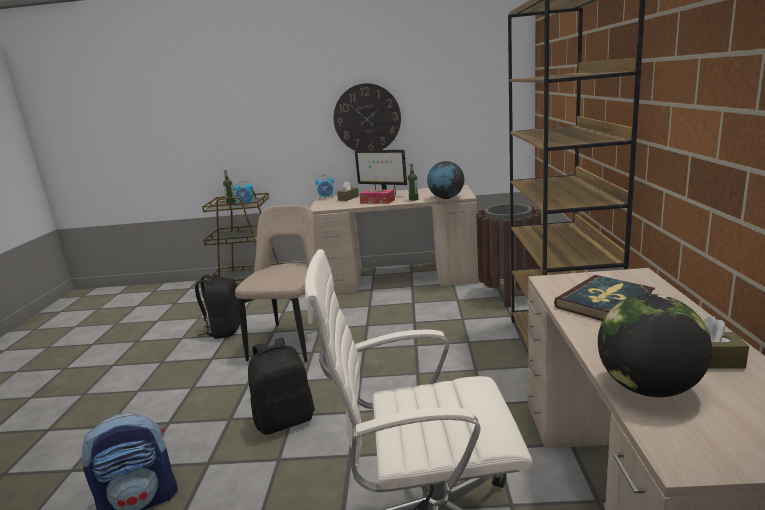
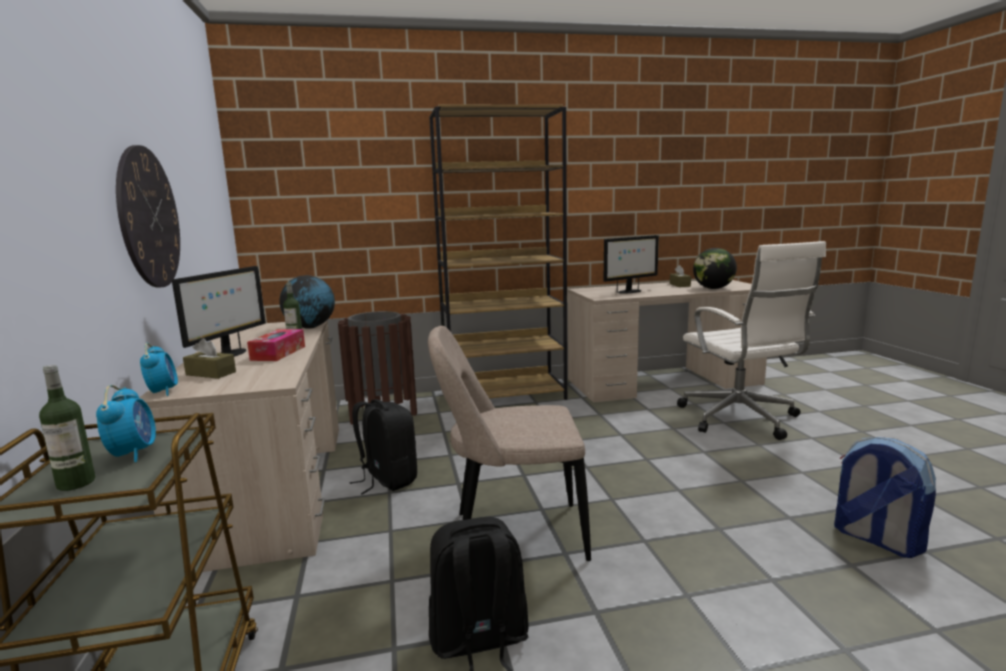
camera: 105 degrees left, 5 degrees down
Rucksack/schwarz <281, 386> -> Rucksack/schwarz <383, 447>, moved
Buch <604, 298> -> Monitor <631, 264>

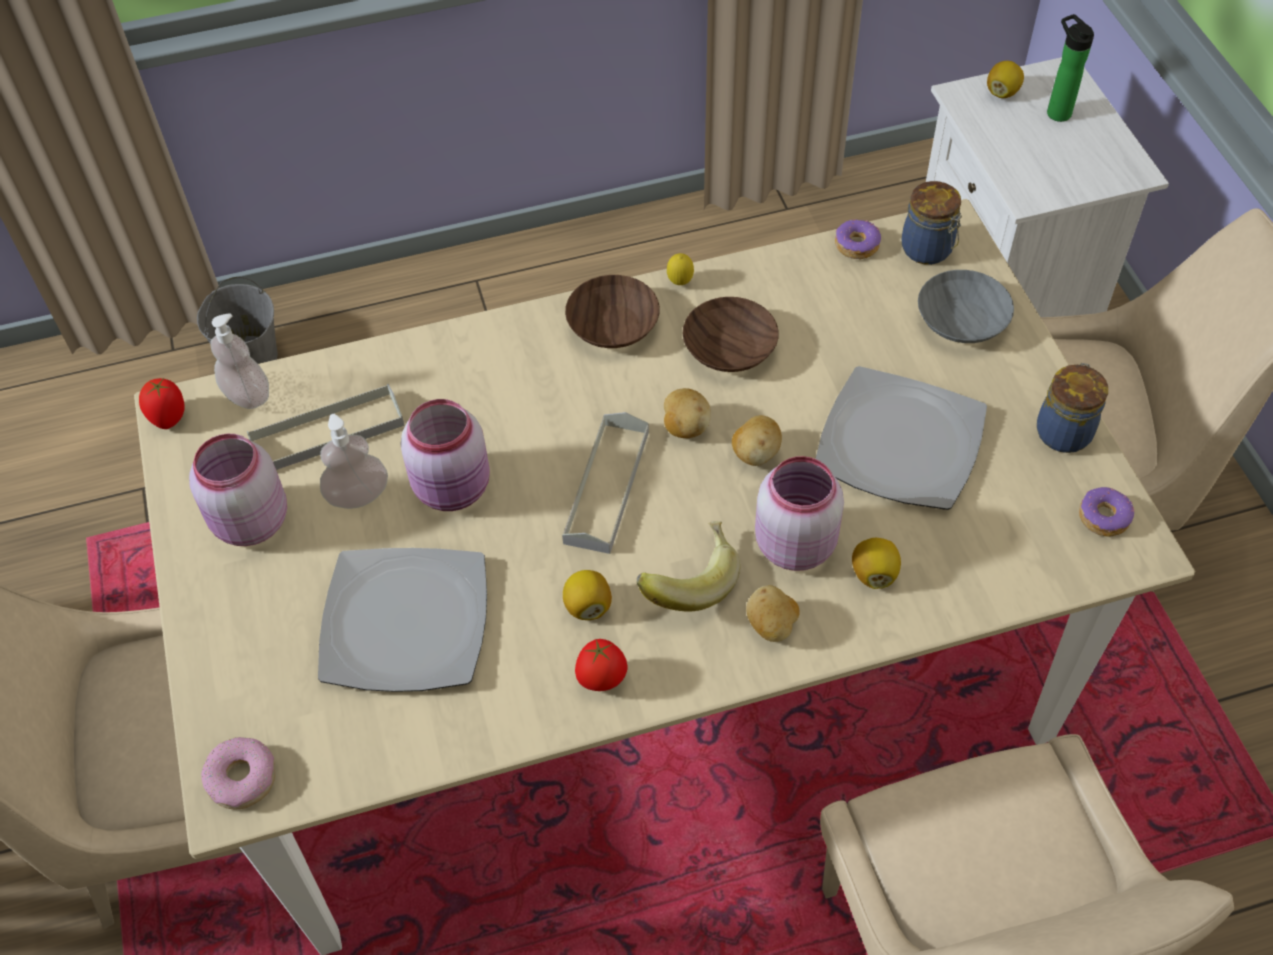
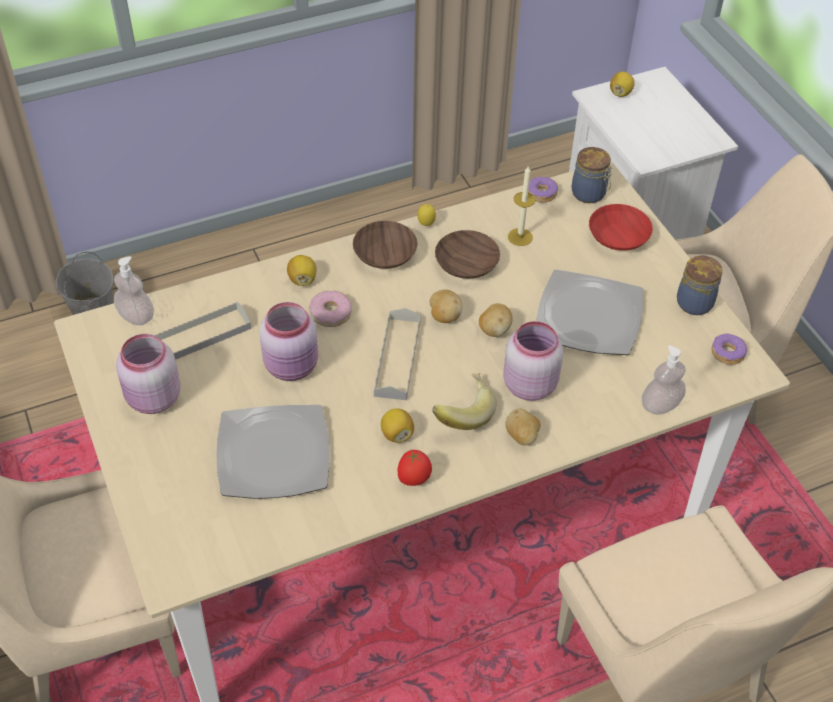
camera: 10 degrees left, 5 degrees down
Tomate <162, 403> -> none
Donut <238, 773> -> Donut <330, 309>, moved
Seifenspender <354, 461> -> Seifenspender <664, 380>, moved
Zitrone <876, 563> -> Zitrone <302, 270>, moved
Schüssel/grau <966, 306> -> Schüssel/rot <621, 227>
Flasche <1070, 68> -> none
none -> Kerze <522, 205>

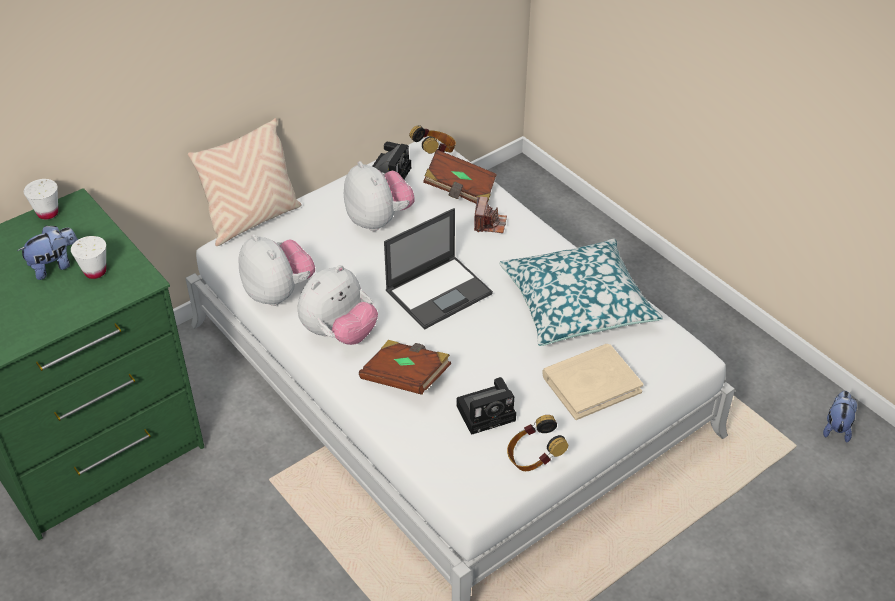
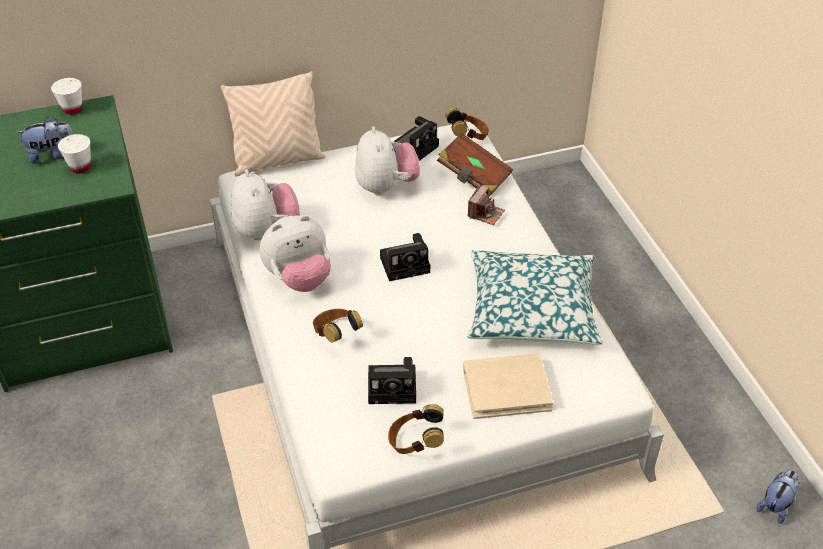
camera: 20 degrees right, 0 degrees up
Buch/braun <405, 367> -> Kopfhörer <338, 325>
Laptop <438, 268> -> Kamera <405, 257>

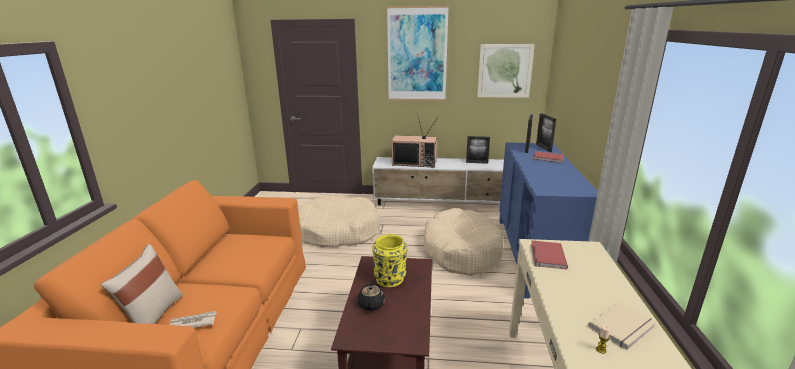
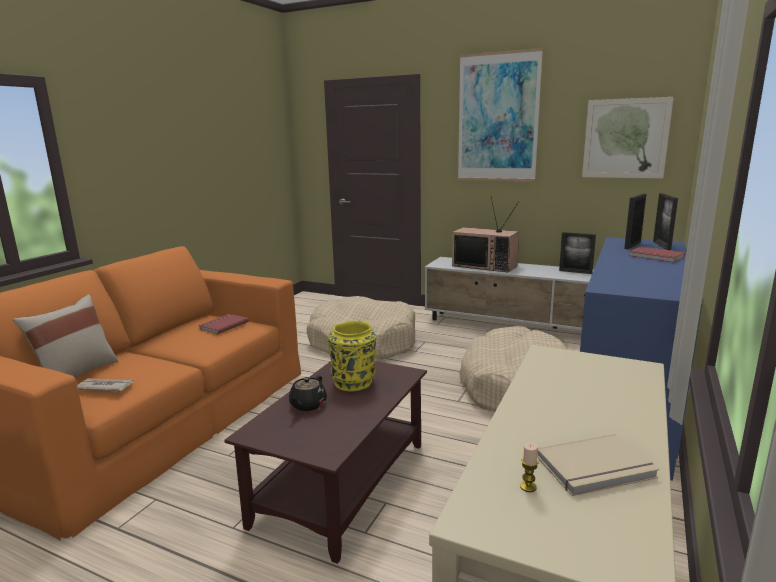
camera: 20 degrees right, 5 degrees down
Buch/rot <549, 254> -> Buch/rot <223, 324>, moved

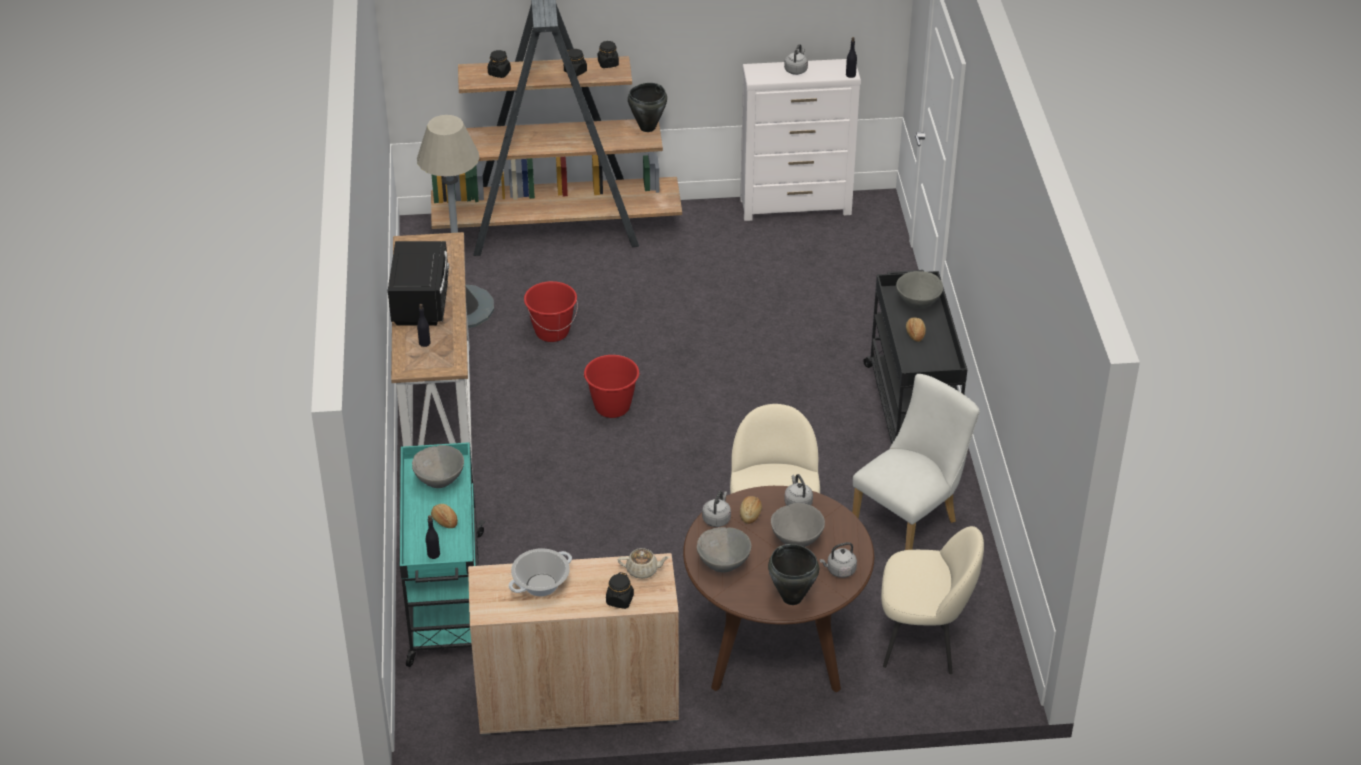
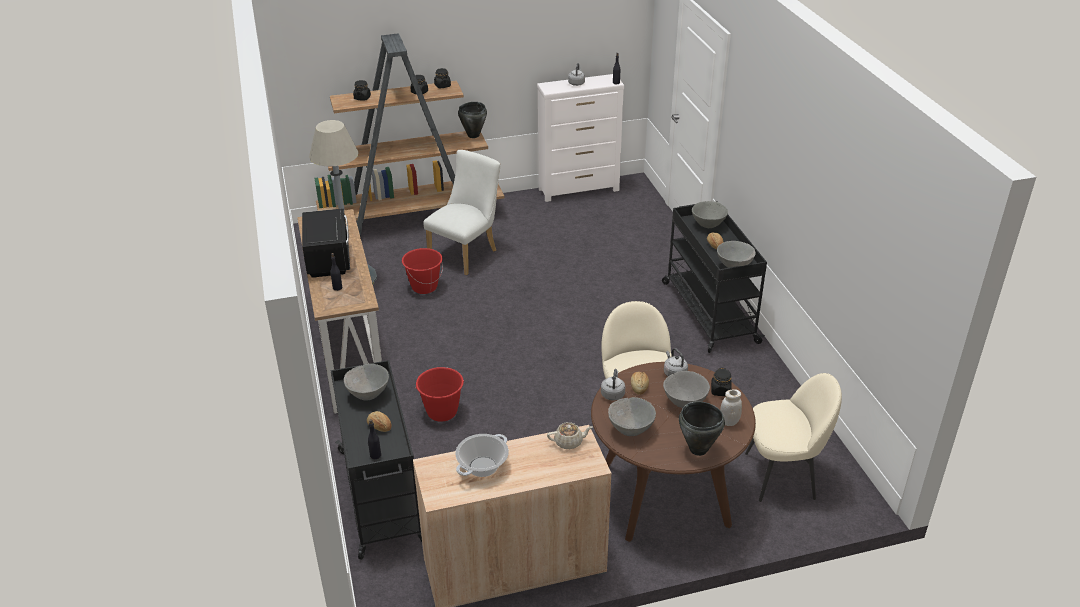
camera: 10 degrees left, 5 degrees down
Rollwagen/türkis <442, 554> -> Rollwagen/schwarz <376, 460>
Eimer/rot <612, 386> -> Eimer/rot <439, 394>, moved
Vorratsglas/schwarz <620, 590> -> Vorratsglas/schwarz <721, 382>, moved
Wasserkessel/grau <838, 560> -> Vorratsglas/weiß <731, 407>
Stuhl/weiß <916, 462> -> Stuhl/weiß <461, 212>, moved
none -> Schüssel/grau <736, 254>

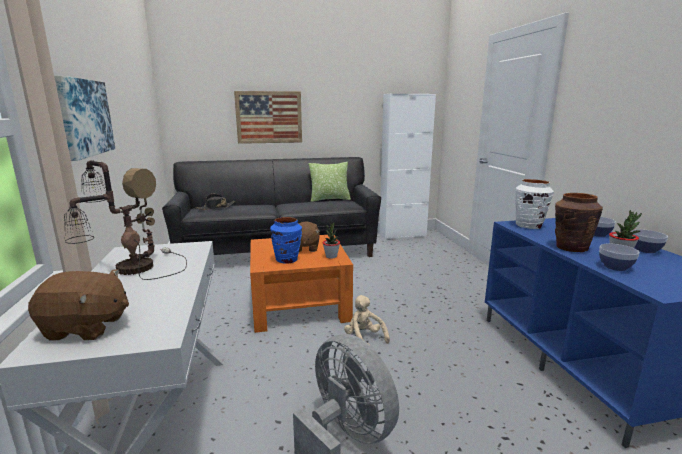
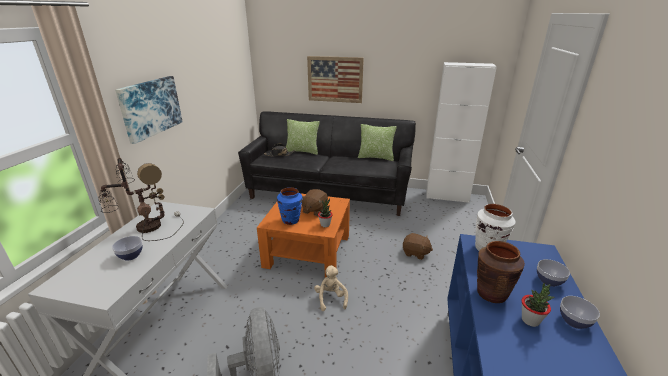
camera: 25 degrees right, 10 degrees up
Plüschtier/braun <78, 305> -> Plüschtier/braun <418, 246>, moved
Schüssel <619, 257> -> Schüssel <127, 248>, moved
none -> Kissen <303, 137>

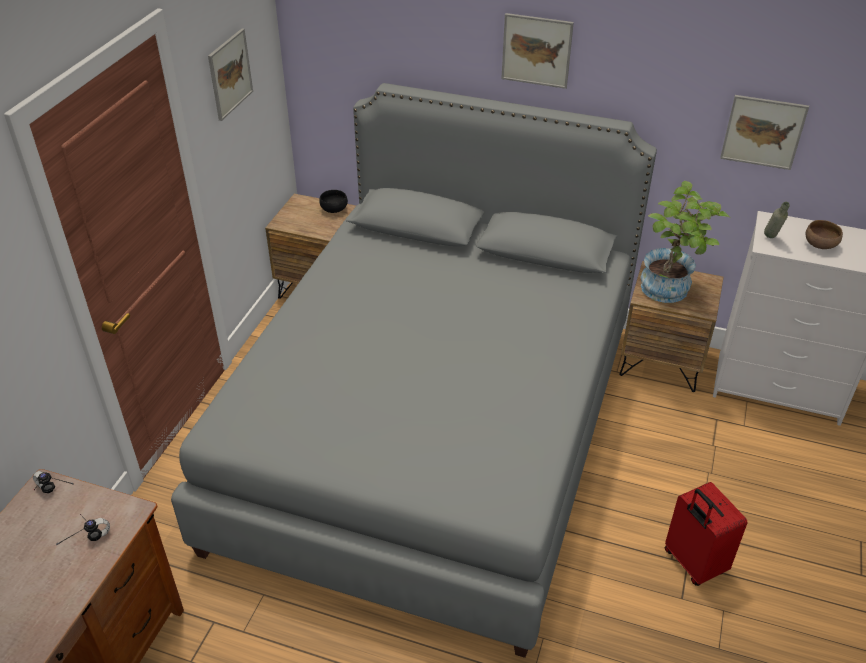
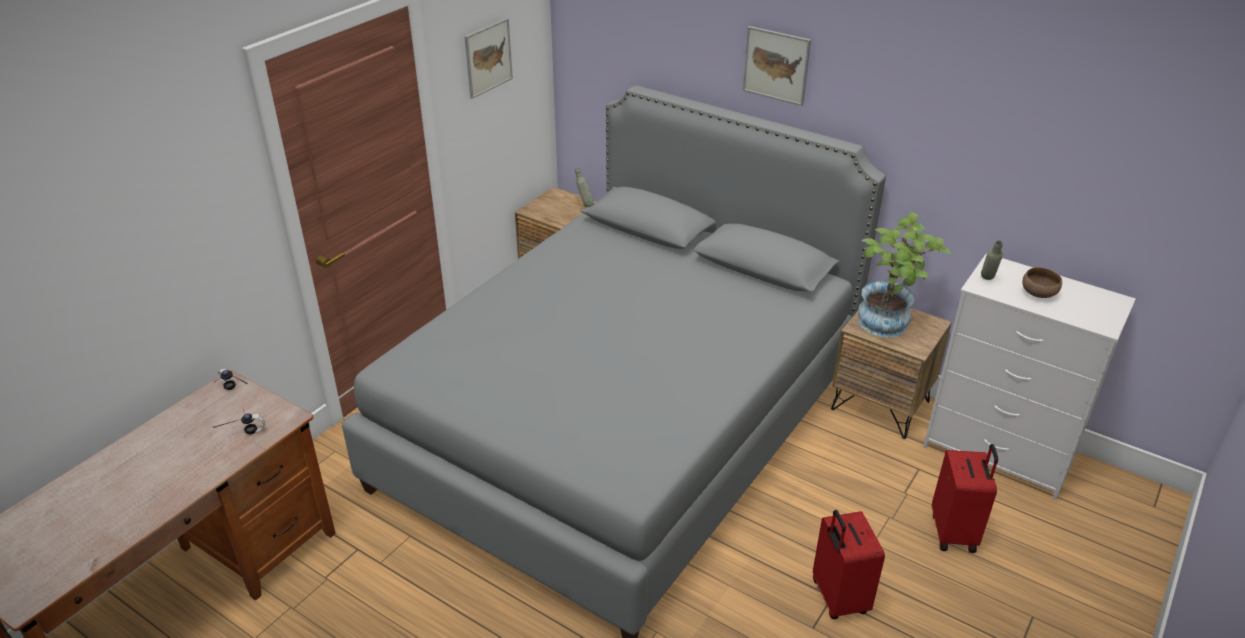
camera: 15 degrees right, 5 degrees down
Schüssel/schwarz <333, 201> -> Flasche/grau <584, 187>
Bild <764, 132> -> none
none -> Koffer/rot <965, 498>

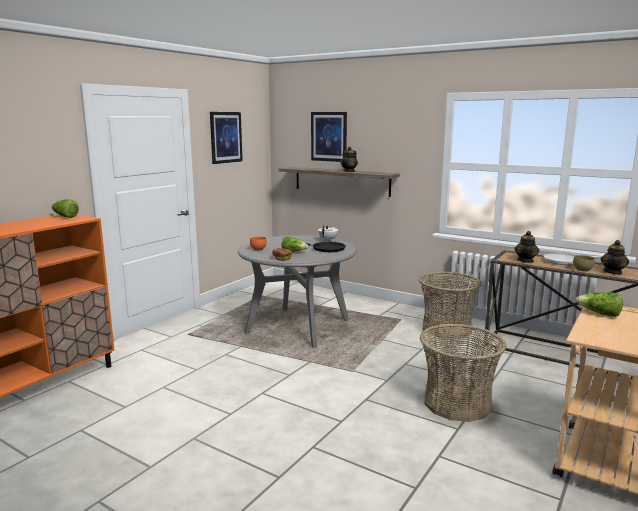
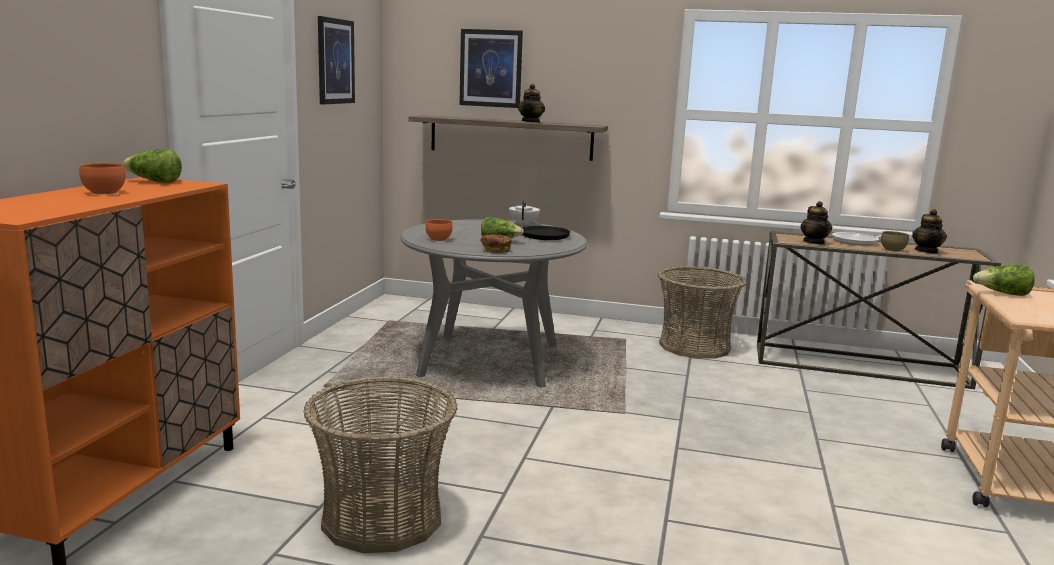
camera: 20 degrees left, 0 degrees up
Korb <463, 373> -> Korb <380, 464>, moved
none -> Schüssel/orange <102, 178>

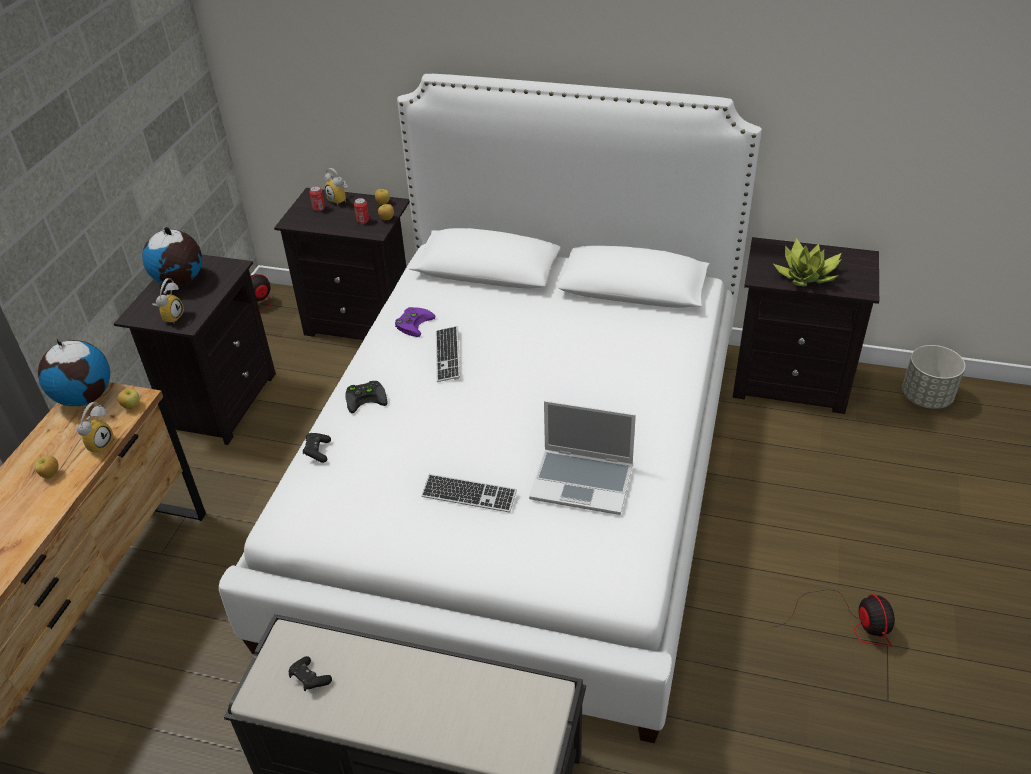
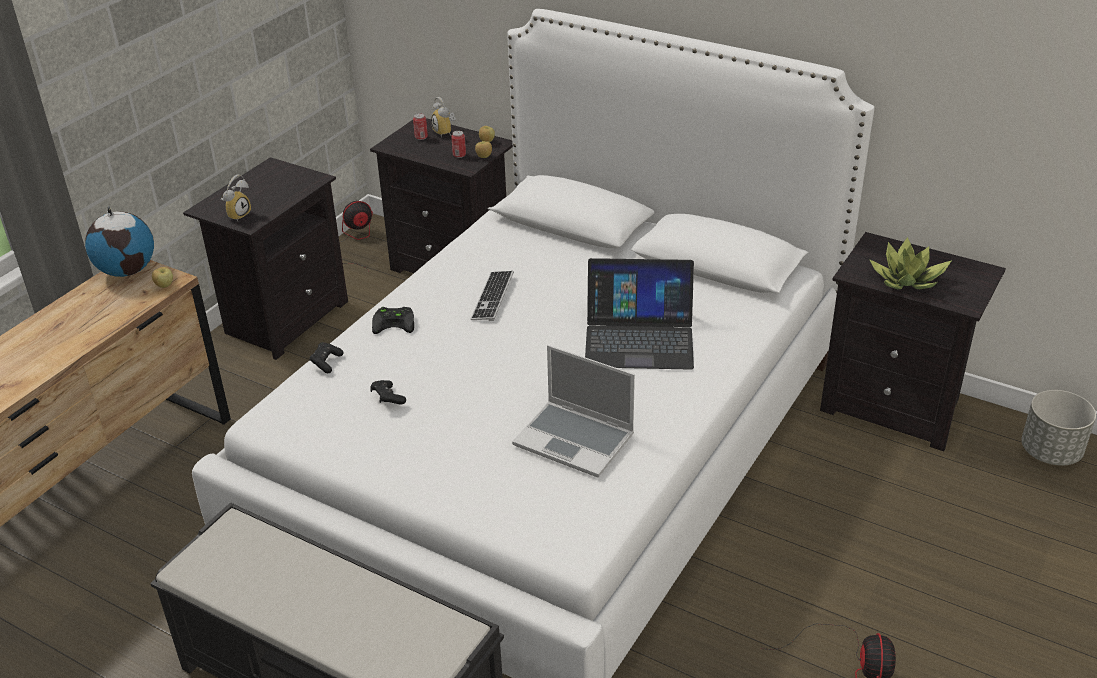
camera: 15 degrees right, 5 degrees down
Apfel <47, 467> -> none
Wecker <94, 428> -> none
Globus <172, 256> -> none
Gamepad/schwarz <310, 673> -> Gamepad/schwarz <388, 392>, moved
Gamepad/lila <415, 322> -> none
Tastatur <469, 493> -> none
none -> Laptop <639, 314>

